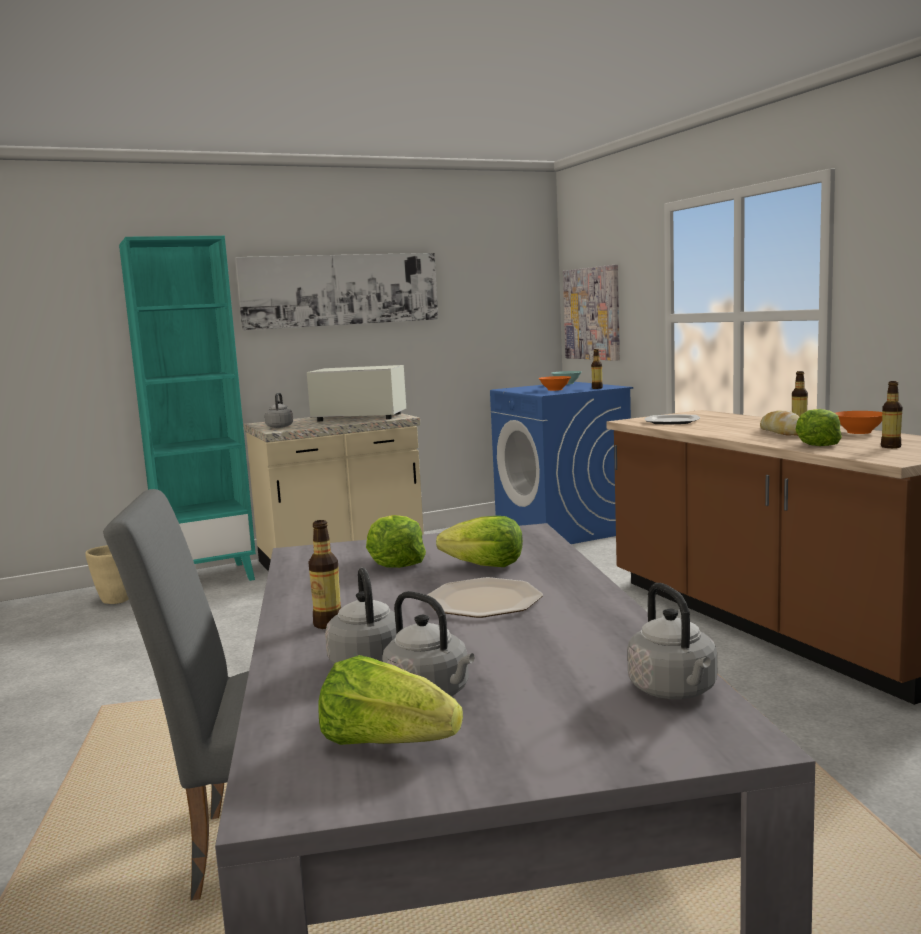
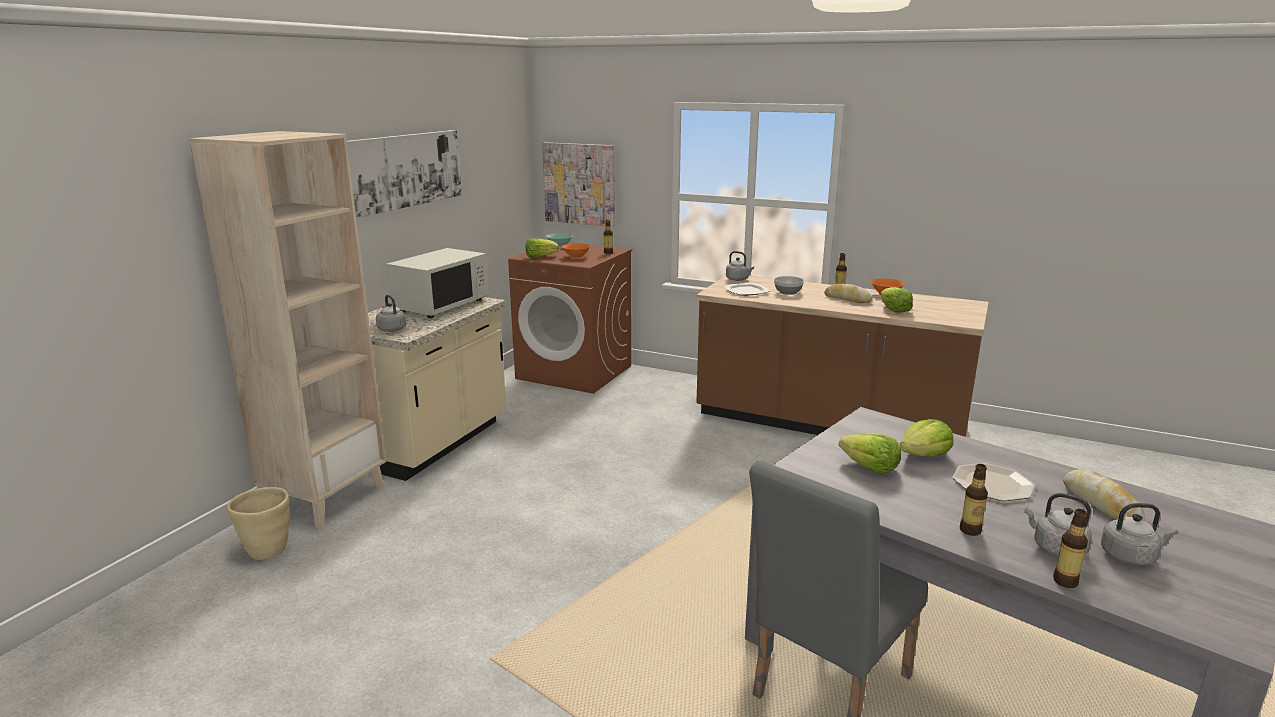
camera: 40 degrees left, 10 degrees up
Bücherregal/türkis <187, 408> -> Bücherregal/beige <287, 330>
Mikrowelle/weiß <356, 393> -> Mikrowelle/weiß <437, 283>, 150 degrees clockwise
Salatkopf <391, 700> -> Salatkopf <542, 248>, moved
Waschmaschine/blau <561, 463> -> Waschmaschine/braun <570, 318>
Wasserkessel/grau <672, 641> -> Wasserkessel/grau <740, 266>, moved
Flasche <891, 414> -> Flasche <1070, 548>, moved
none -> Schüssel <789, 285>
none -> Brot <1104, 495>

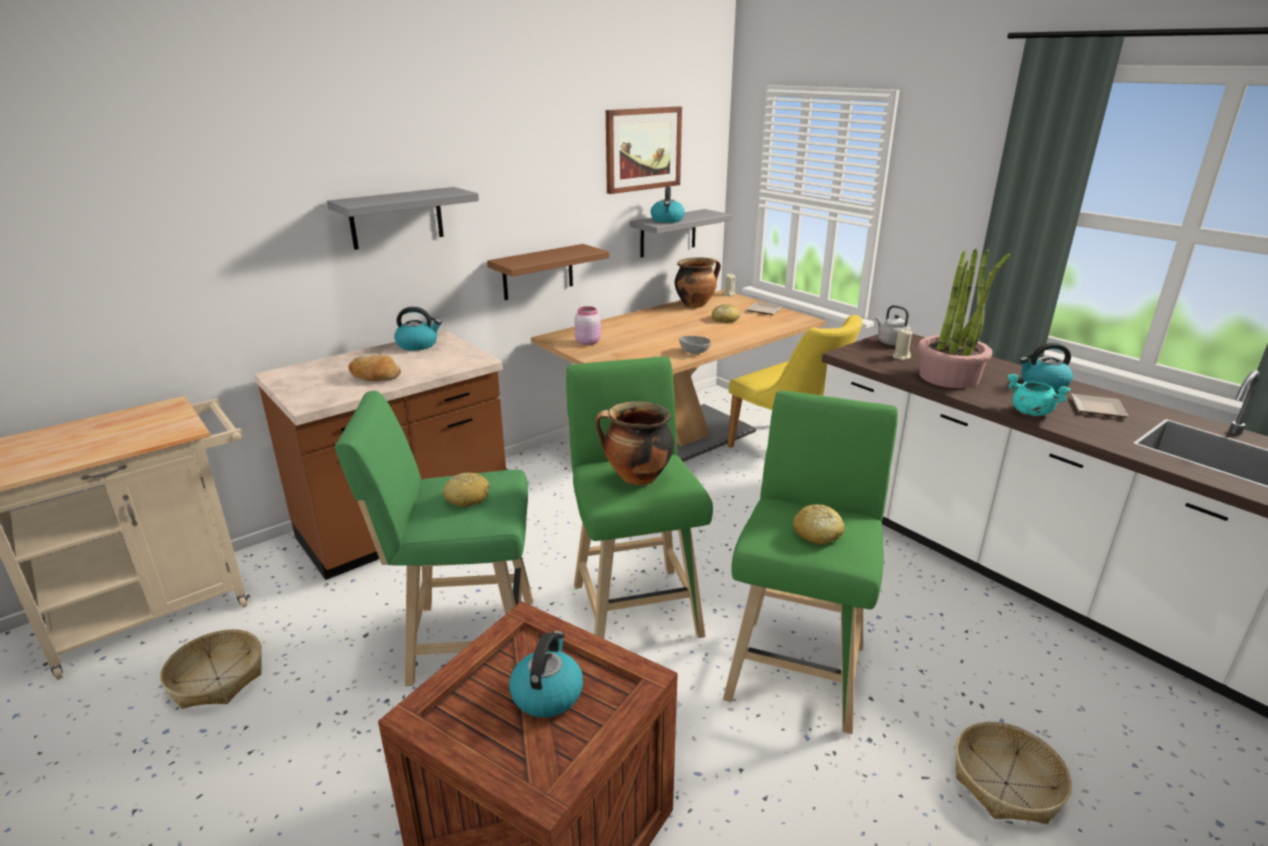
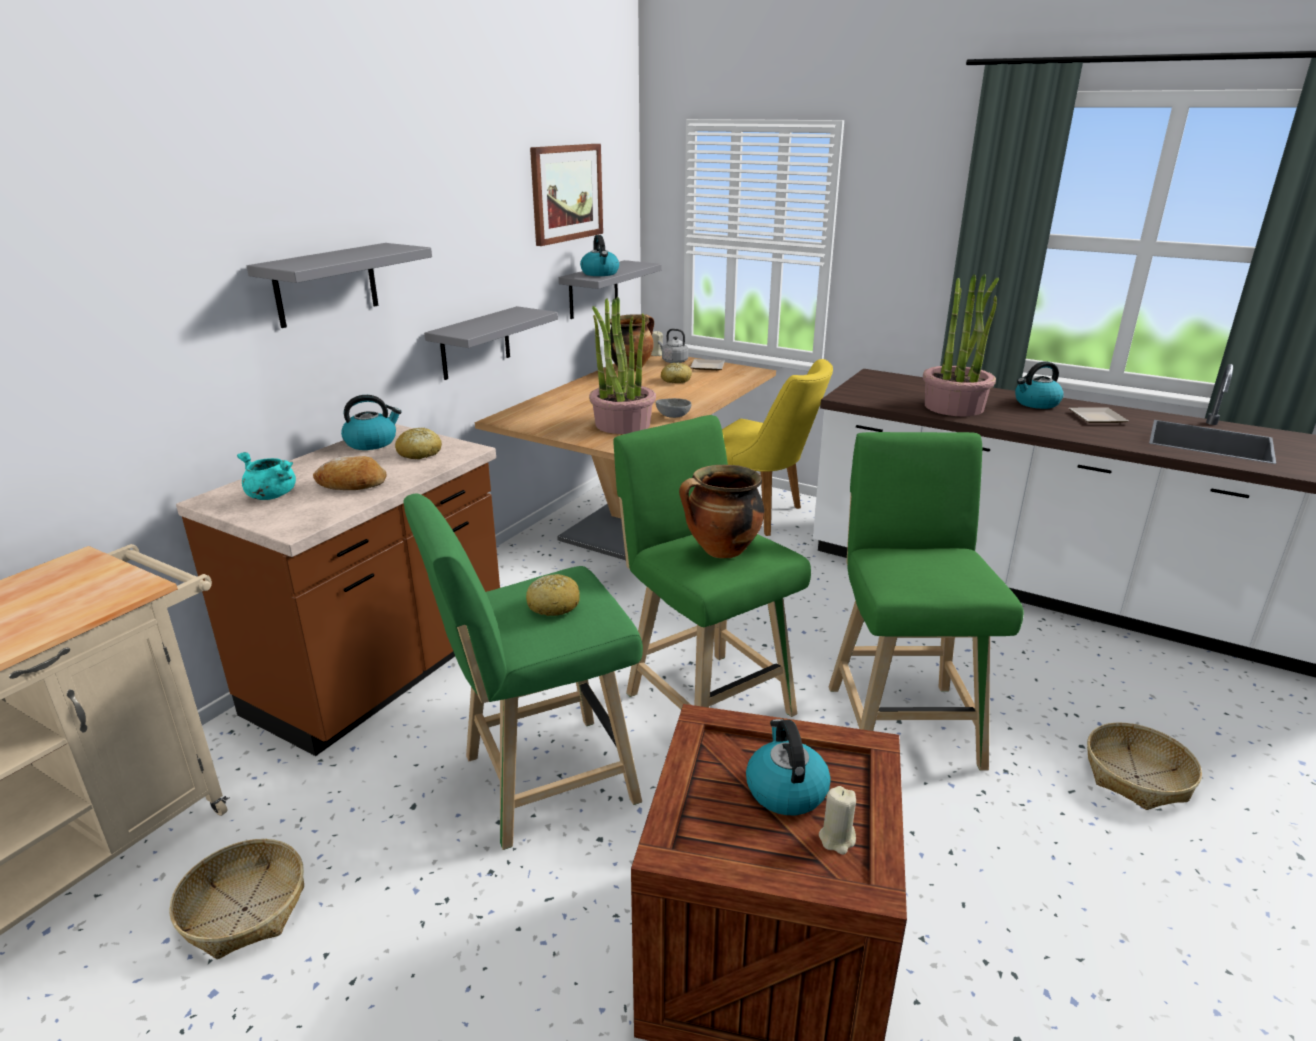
camera: 20 degrees left, 0 degrees up
Wandregal/braun <548, 272> -> Wandregal/grau <491, 343>
Vorratsglas/rosa <587, 325> -> none
Brot <819, 524> -> Brot <418, 443>, moved
Wasserkessel/grau <893, 325> -> Wasserkessel/grau <673, 346>, moved
Kerze/beige <902, 345> -> Kerze/beige <837, 820>, moved
Kochtopf/türkis <1039, 395> -> Kochtopf/türkis <266, 476>, moved
none -> Topfpflanze <622, 365>

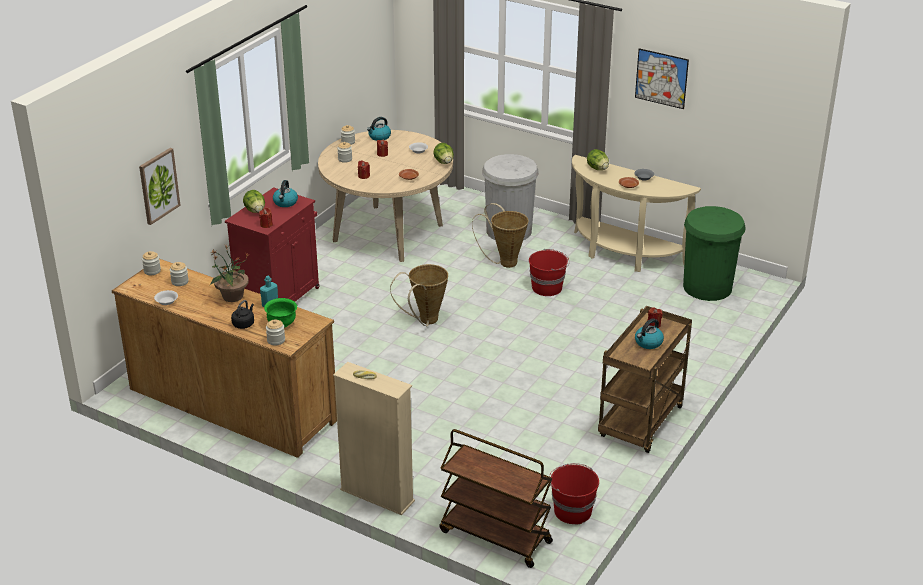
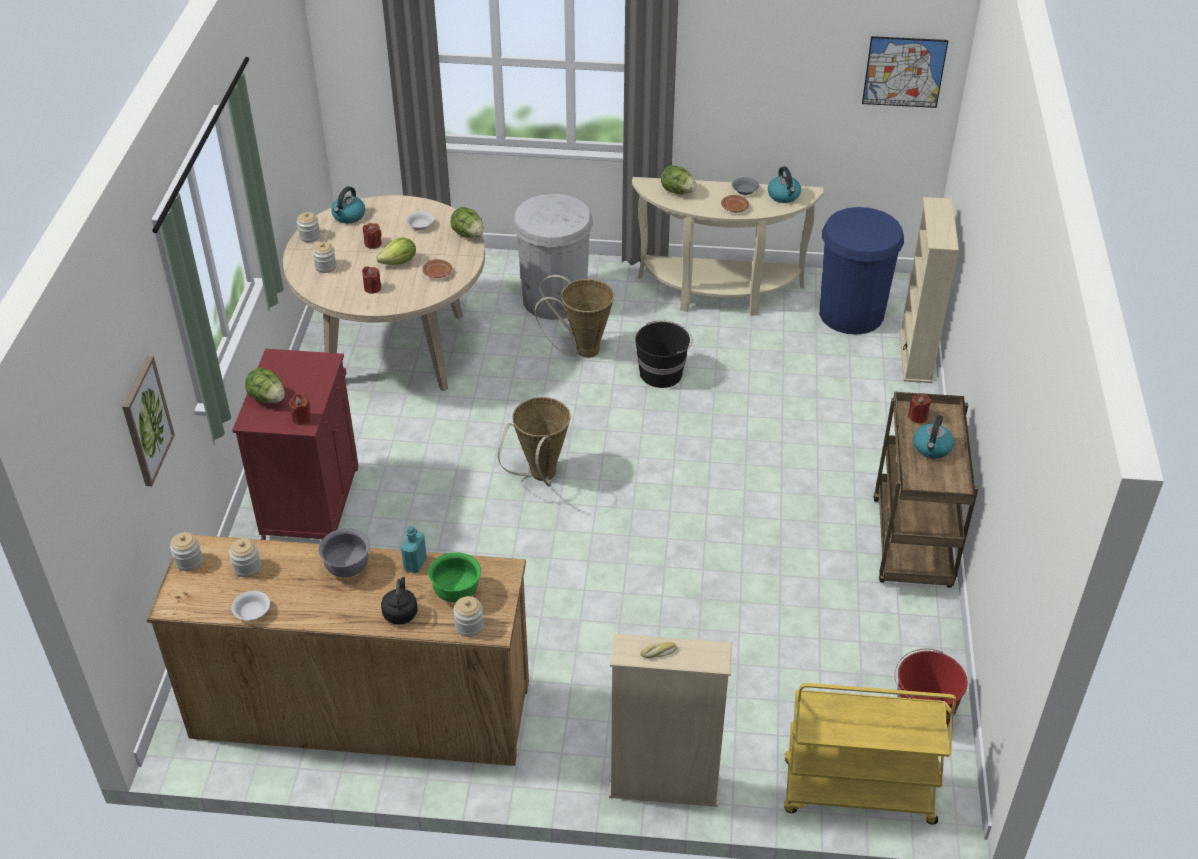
camera: 25 degrees left, 10 degrees up
Topfpflanze <230, 273> -> Schüssel/grau <344, 552>
Wasserkessel <285, 193> -> Wasserkessel <784, 184>, moved
Rollwagen/braun <496, 498> -> Rollwagen/gelb <870, 753>
Eimer/rot <549, 272> -> Eimer/schwarz <664, 354>
Bild <662, 78> -> Bild <905, 72>, moved
Mülleimer/grün <714, 253> -> Mülleimer/blau <861, 271>
none -> Salatkopf <396, 251>
none -> Bücherregal/beige <929, 290>

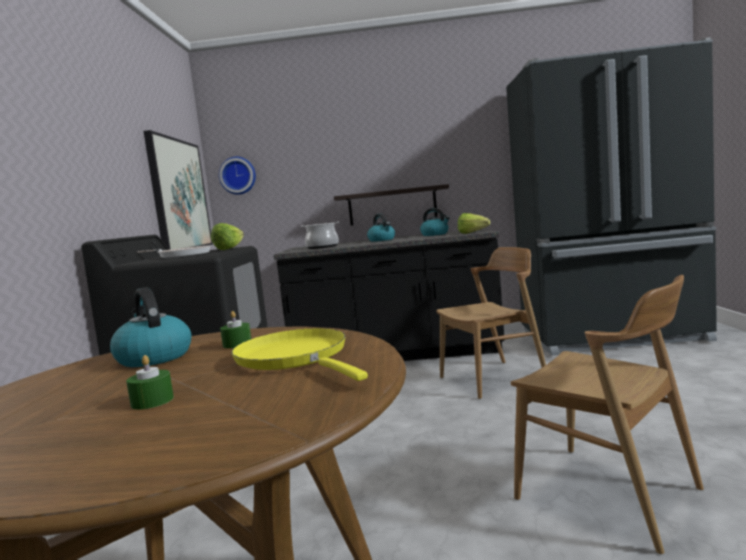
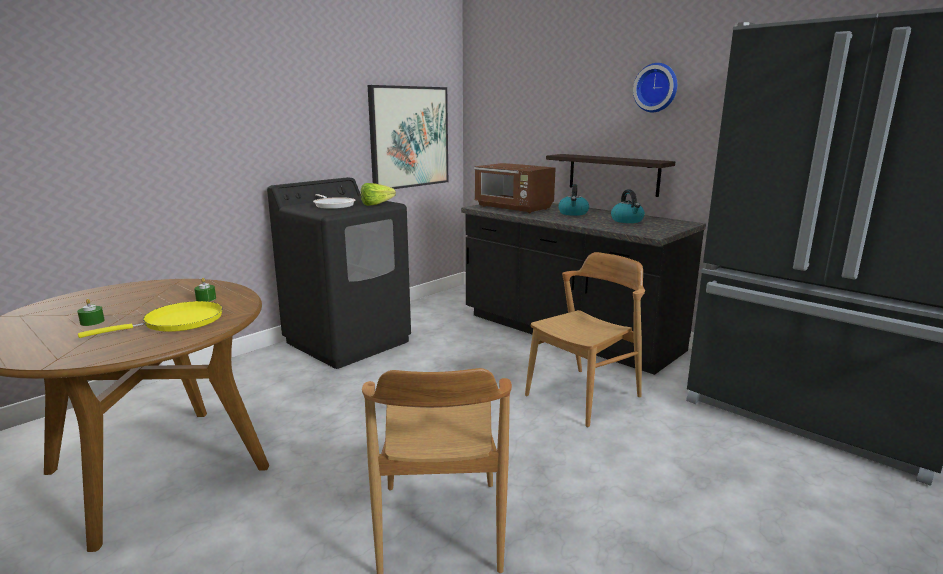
camera: 40 degrees right, 10 degrees up
Wasserkessel <151, 327> -> none
Wanduhr <237, 176> -> Wanduhr <655, 87>, moved
Pfanne/gelb <299, 354> -> Pfanne/gelb <150, 319>, 45 degrees clockwise
Kochtopf <320, 235> -> Mikrowelle/braun <515, 188>
Stuhl/braun <491, 323> -> Stuhl/braun <585, 339>, 60 degrees counterclockwise
Salatkopf <474, 223> -> none

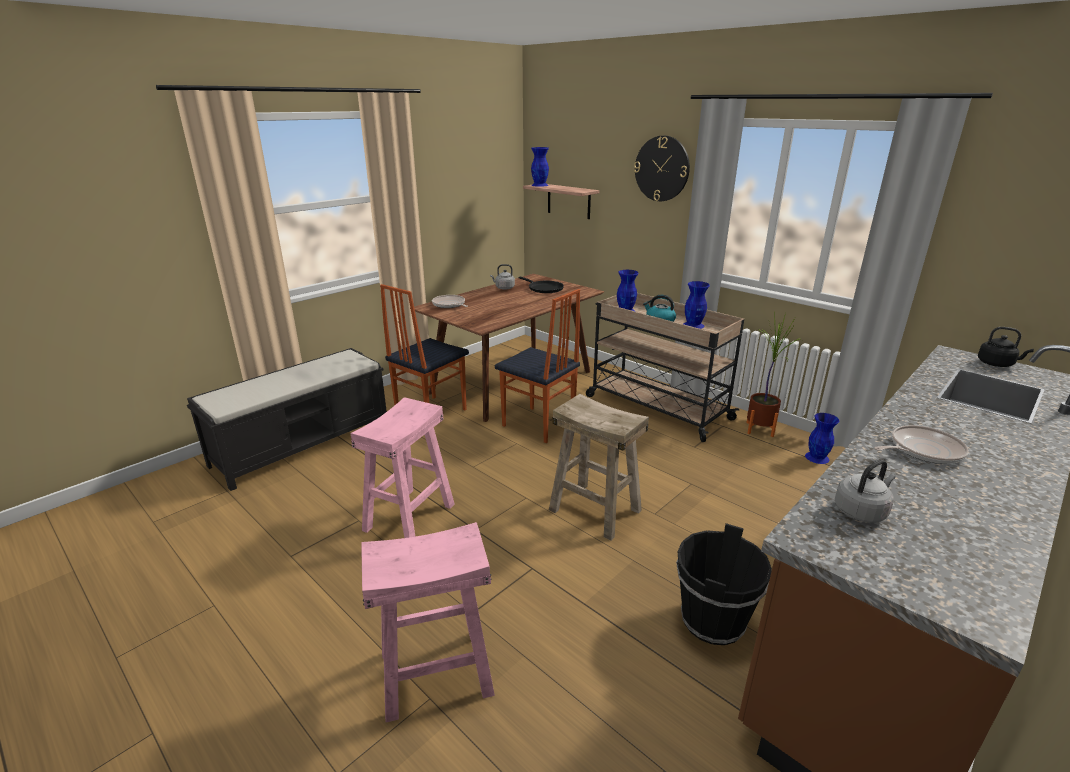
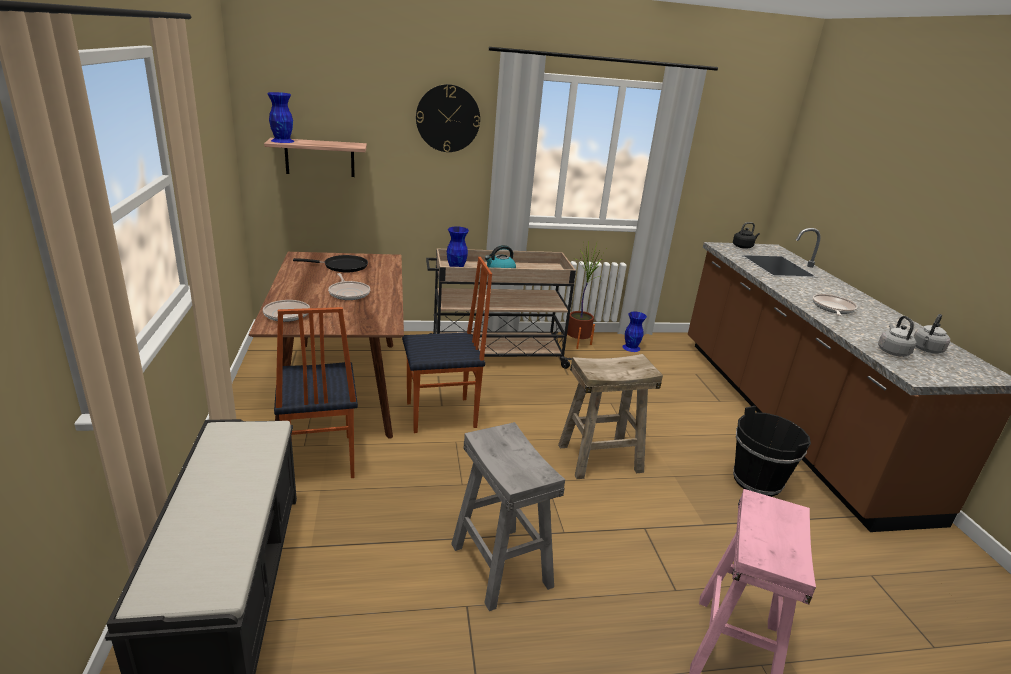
camera: 55 degrees left, 0 degrees up
Hocker/rosa <402, 467> -> Hocker/grau <508, 516>
Wasserkessel/grau <502, 277> -> Wasserkessel/grau <931, 334>, moved
Vase/blau <697, 305> -> none
none -> Pfanne <349, 286>

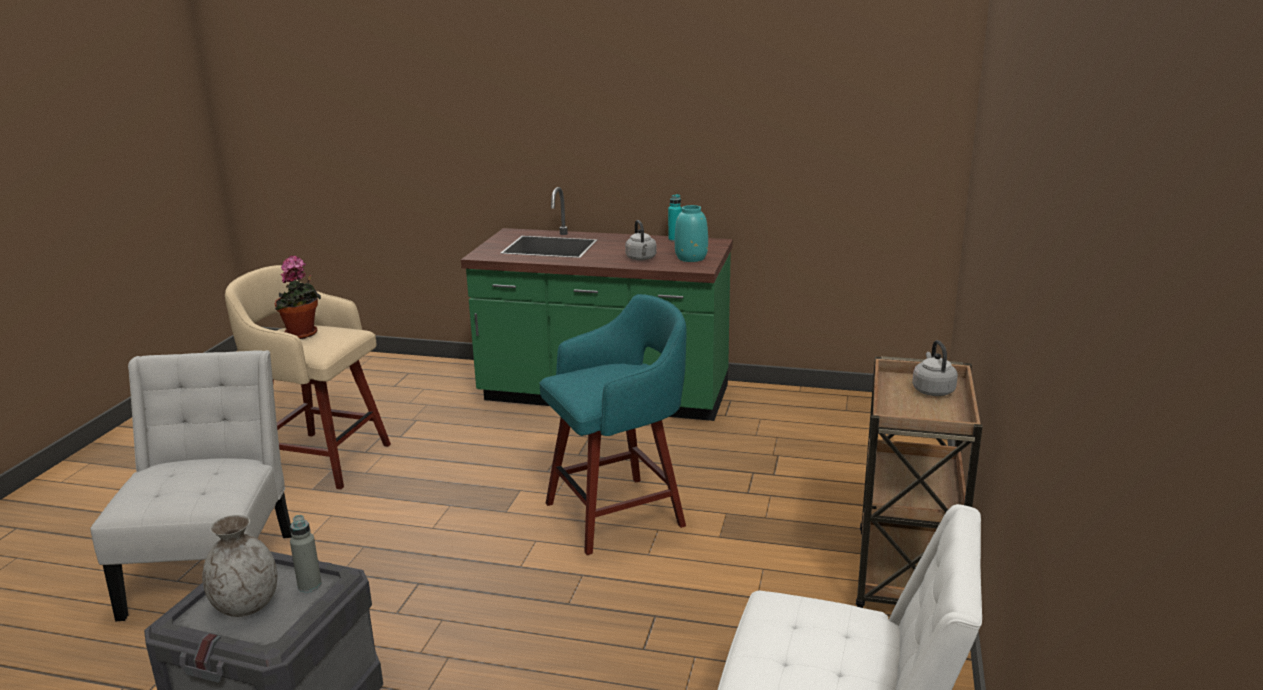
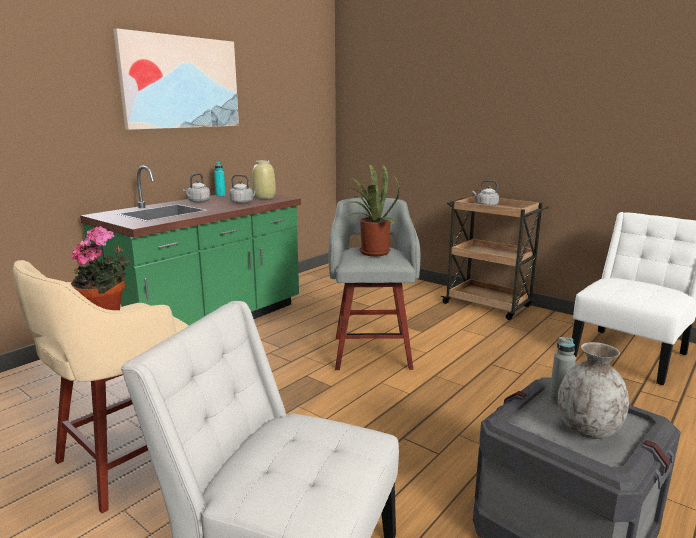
camera: 65 degrees left, 5 degrees down
Hocker/türkis <613, 424> -> Hocker/grau <374, 284>
Vase/türkis <691, 233> -> Vase/beige <264, 179>
none -> Bild <176, 79>
none -> Wasserkessel/grau <196, 188>
none -> Topfpflanze <371, 210>

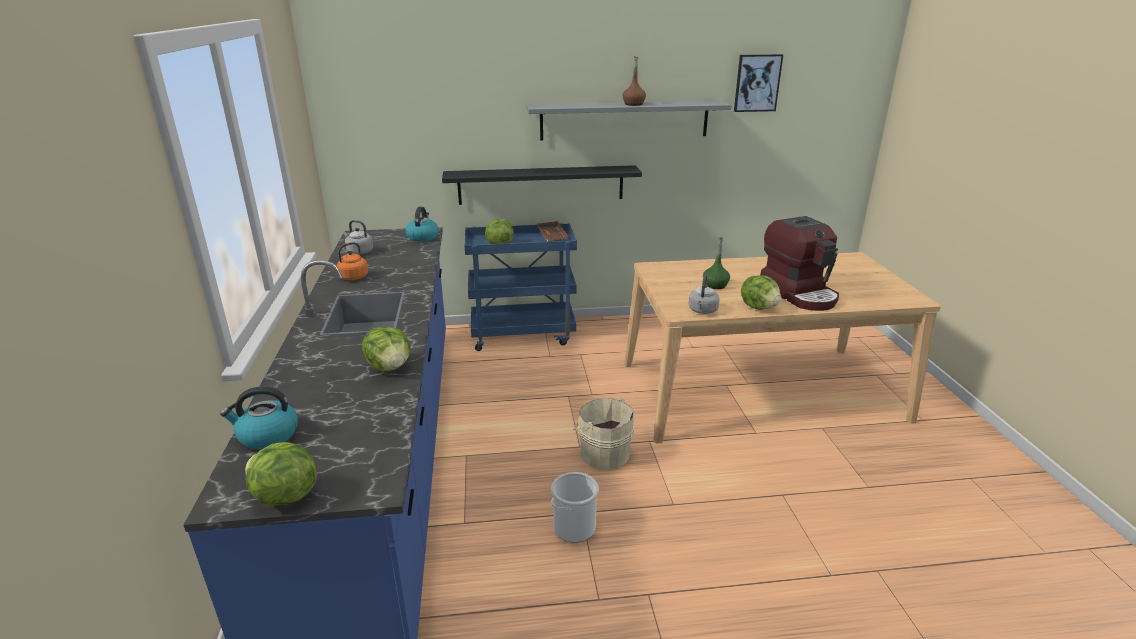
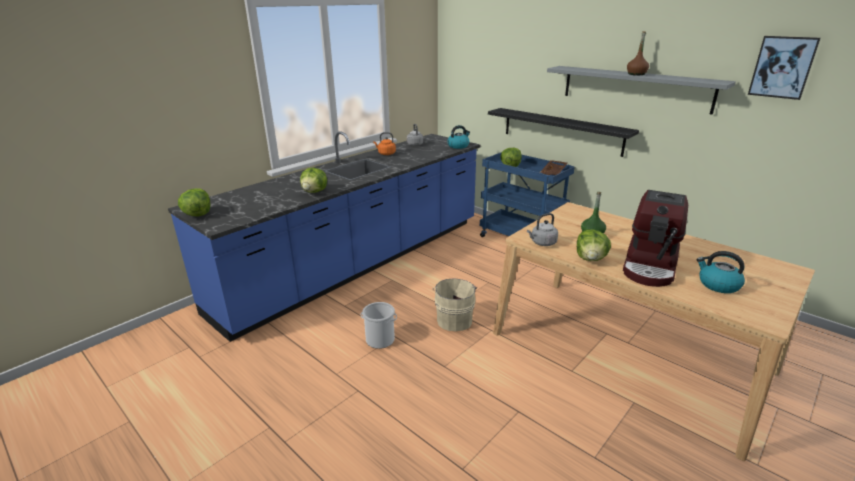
camera: 50 degrees right, 0 degrees up
Wasserkessel <259, 418> -> Wasserkessel <721, 272>, moved

